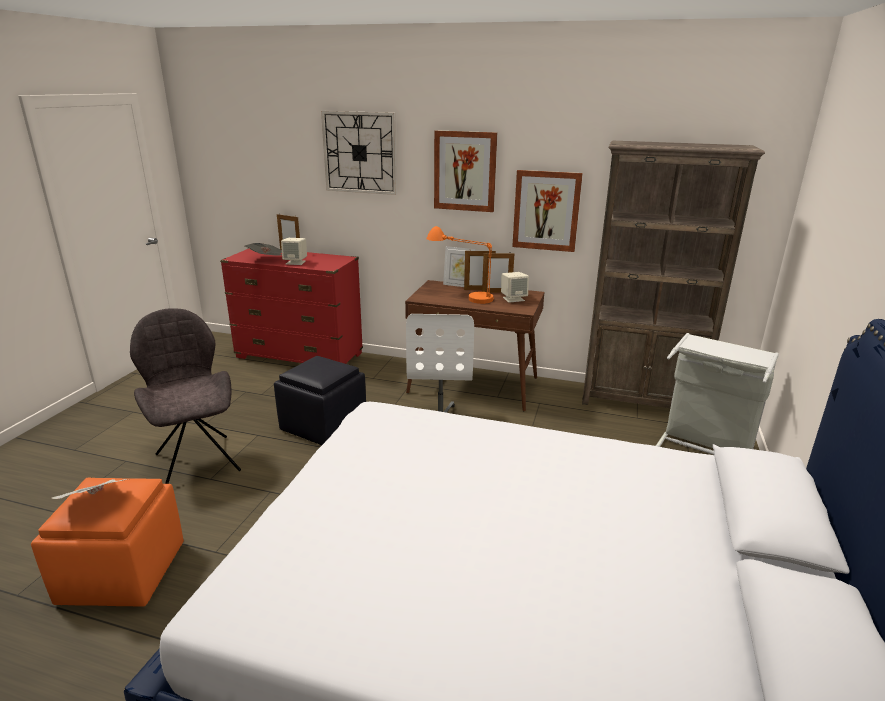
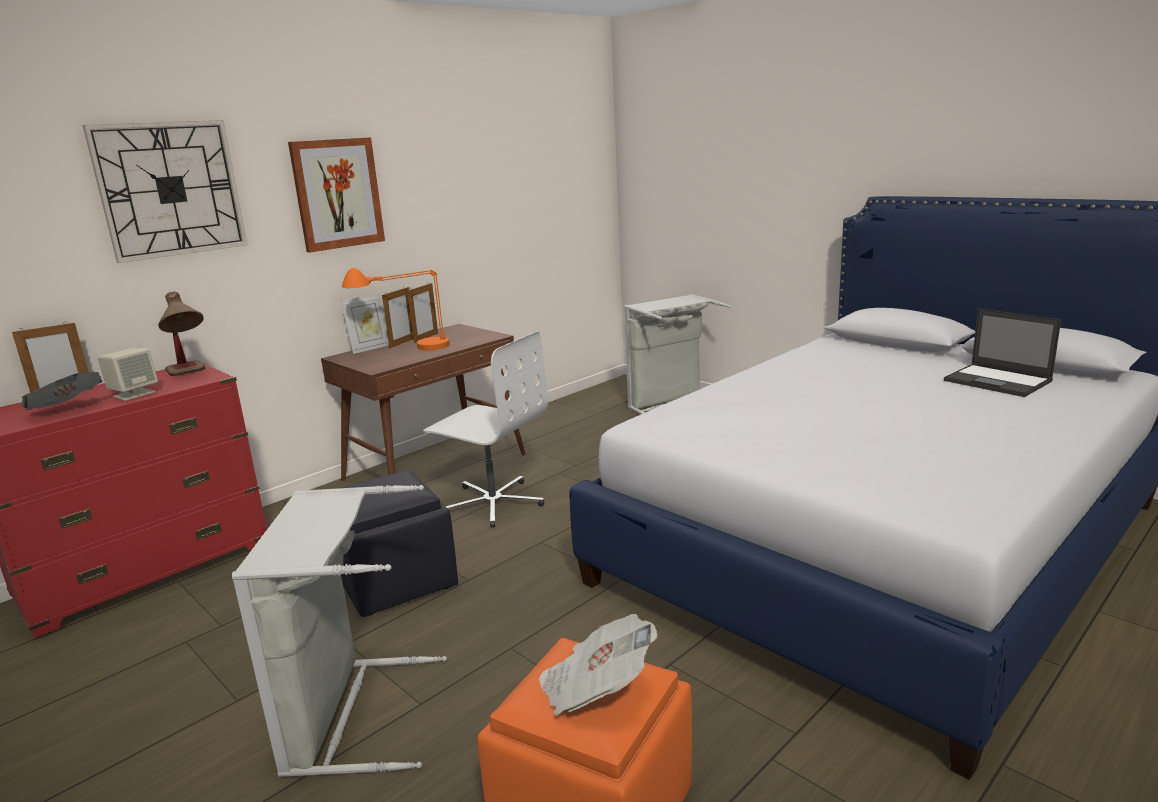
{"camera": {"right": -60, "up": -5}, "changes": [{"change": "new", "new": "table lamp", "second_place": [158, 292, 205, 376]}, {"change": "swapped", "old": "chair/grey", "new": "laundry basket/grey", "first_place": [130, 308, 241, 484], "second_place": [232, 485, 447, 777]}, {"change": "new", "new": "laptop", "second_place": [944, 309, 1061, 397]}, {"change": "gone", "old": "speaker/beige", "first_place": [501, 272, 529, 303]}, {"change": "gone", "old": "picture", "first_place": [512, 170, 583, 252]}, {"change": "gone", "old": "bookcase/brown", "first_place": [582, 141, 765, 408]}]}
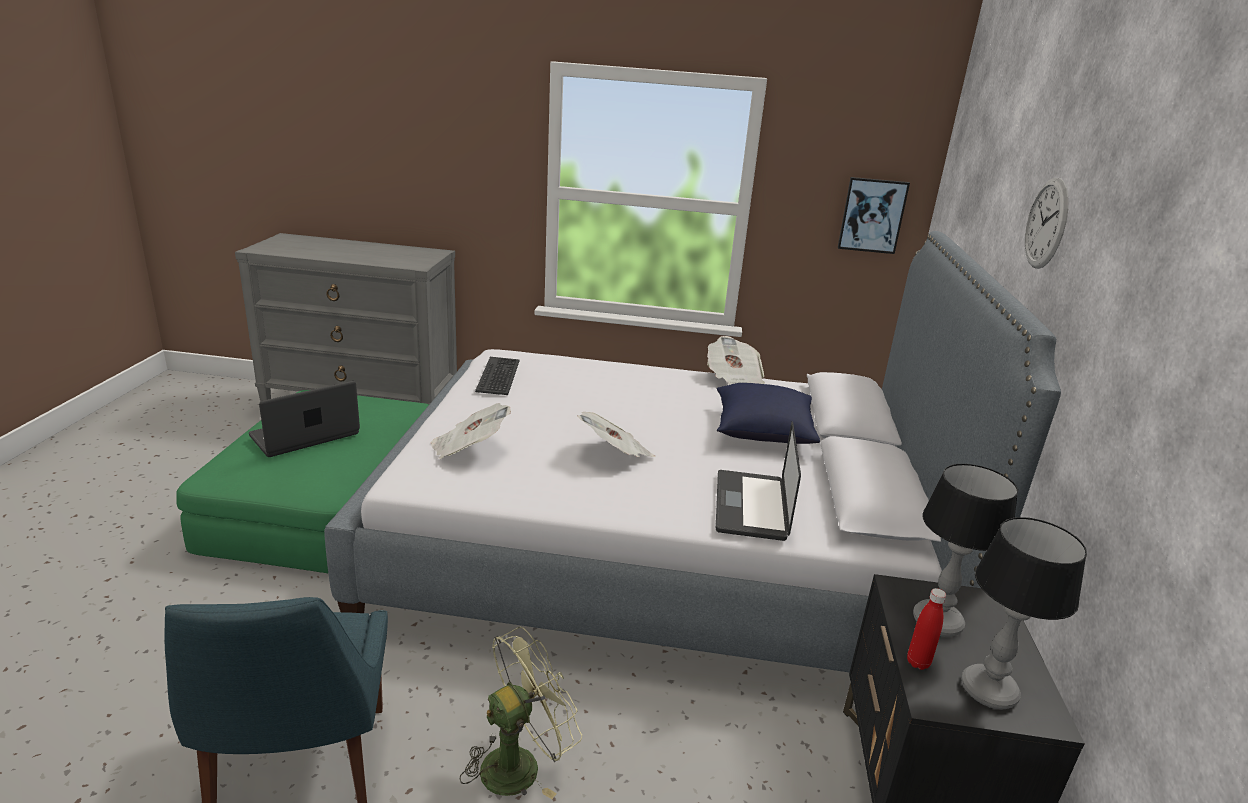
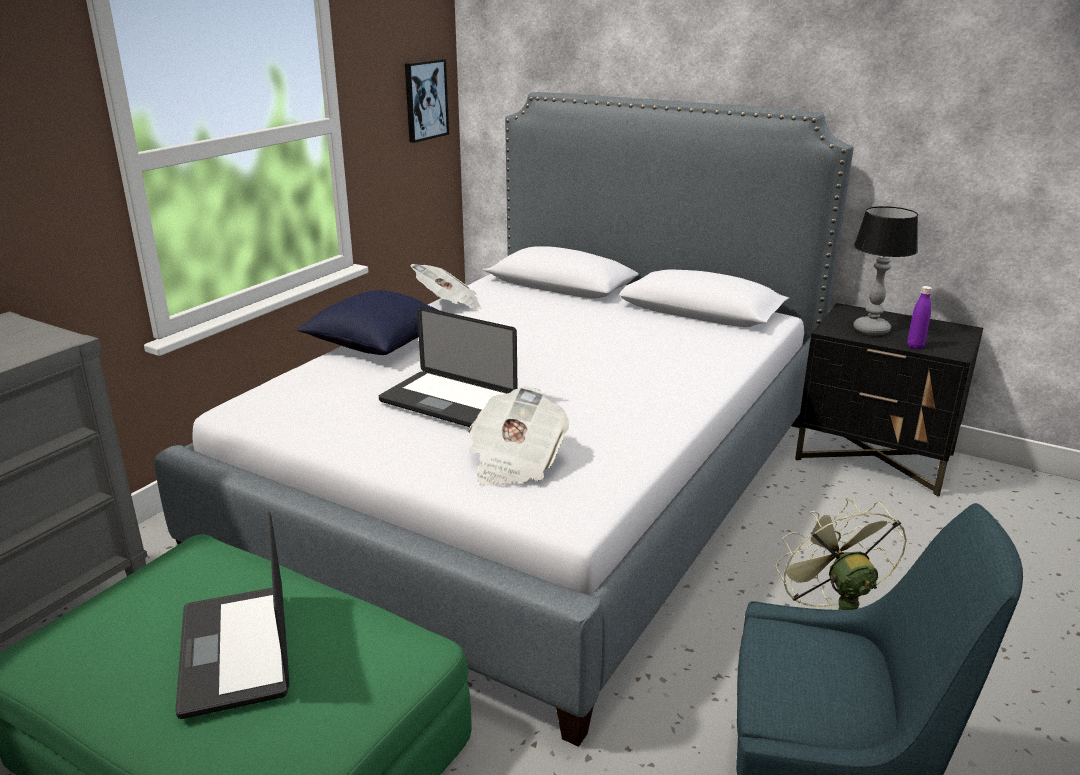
{"camera": {"right": -65, "up": 0}, "changes": [{"change": "shifted", "old": "pillow/blue", "first_place": [717, 383, 820, 444], "second_place": [297, 290, 443, 355]}, {"change": "shifted", "old": "laptop", "first_place": [716, 421, 801, 541], "second_place": [379, 307, 518, 427]}, {"change": "repainted", "old": "bottle/red", "new": "bottle/purple", "first_place": [907, 588, 946, 670], "second_place": [907, 286, 932, 349]}, {"change": "gone", "old": "keyboard", "first_place": [475, 357, 520, 395]}, {"change": "gone", "old": "newspaper", "first_place": [577, 412, 656, 457]}, {"change": "gone", "old": "table lamp", "first_place": [961, 517, 1087, 709]}, {"change": "gone", "old": "wall clock", "first_place": [1025, 178, 1069, 269]}]}
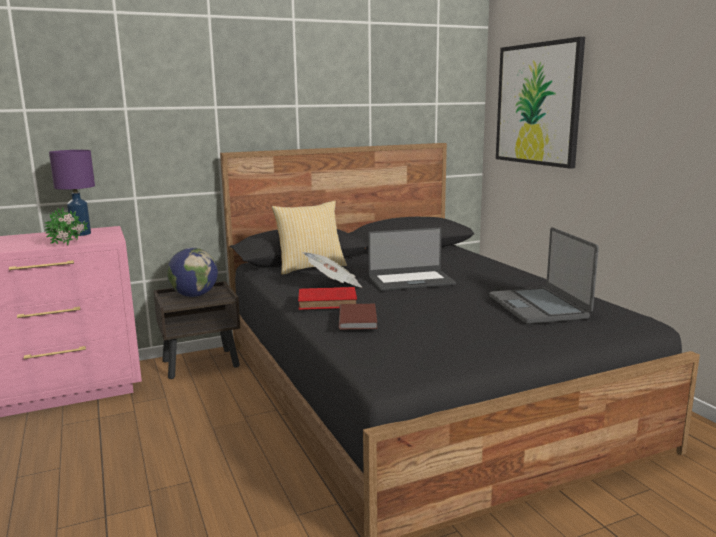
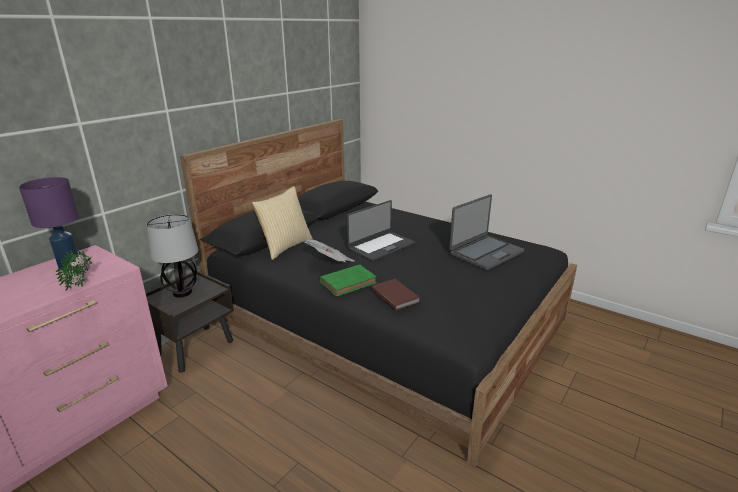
{"camera": {"right": -30, "up": 10}, "changes": [{"change": "swapped", "old": "globe", "new": "table lamp", "first_place": [167, 248, 218, 297], "second_place": [146, 214, 198, 297]}, {"change": "repainted", "old": "book/red", "new": "book/green", "first_place": [298, 287, 357, 310], "second_place": [320, 265, 377, 297]}, {"change": "rotated", "old": "laptop", "first_place": [489, 227, 599, 324], "second_place": [449, 194, 524, 270], "degrees": -90}, {"change": "gone", "old": "picture", "first_place": [496, 37, 585, 169]}]}
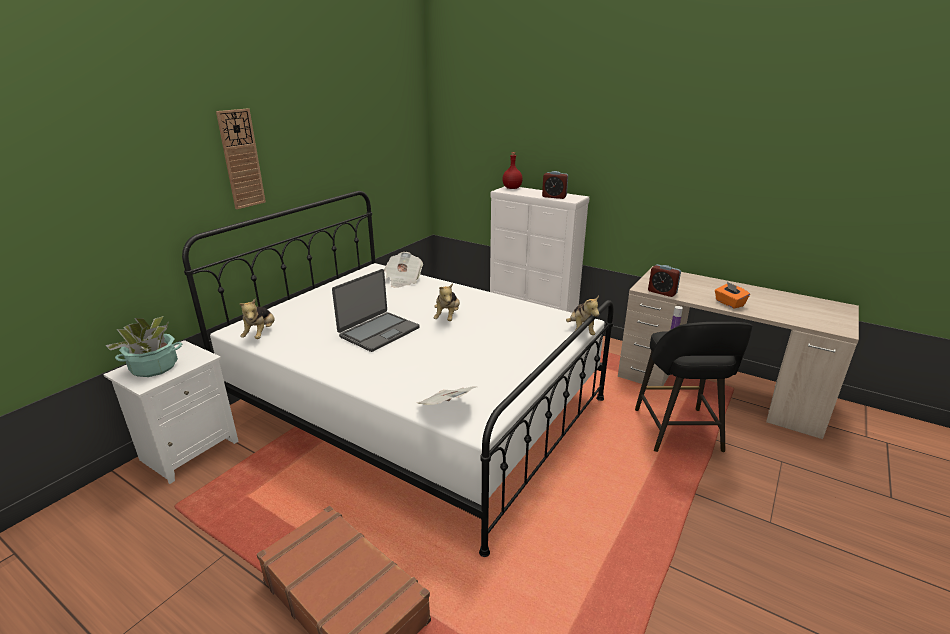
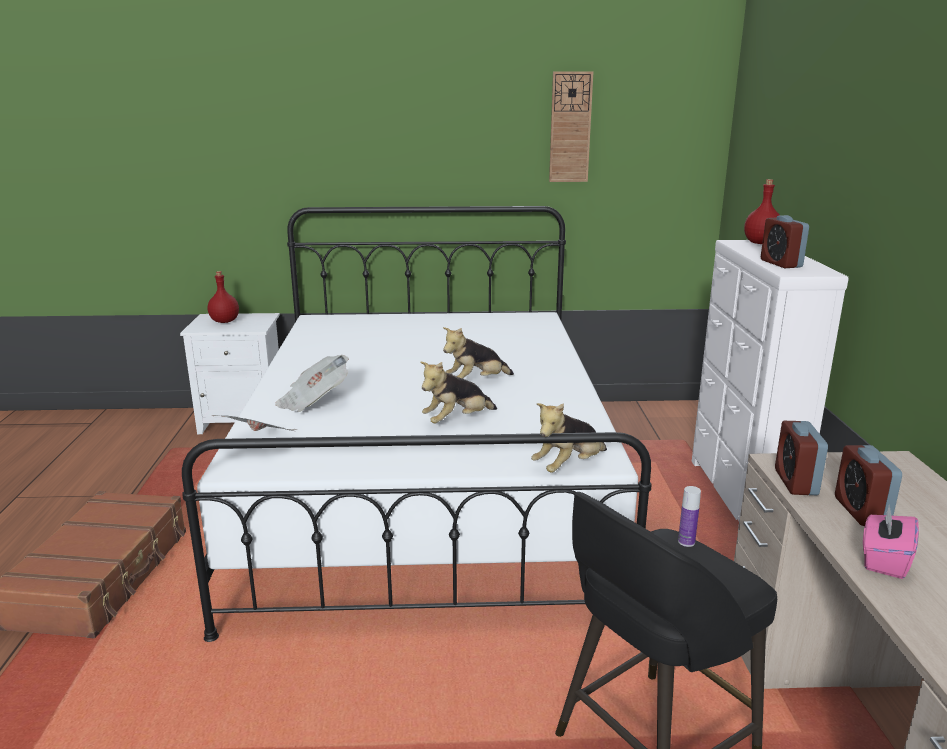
{"camera": {"right": 55, "up": -5}, "changes": [{"change": "swapped", "old": "potted plant", "new": "bottle/red", "first_place": [105, 316, 182, 377], "second_place": [207, 271, 239, 323]}, {"change": "shifted", "old": "newspaper", "first_place": [384, 252, 423, 288], "second_place": [275, 355, 349, 412]}, {"change": "shifted", "old": "plush toy", "first_place": [240, 299, 275, 339], "second_place": [420, 362, 497, 424]}, {"change": "shifted", "old": "wall clock", "first_place": [216, 108, 266, 209], "second_place": [549, 71, 593, 182]}, {"change": "new", "new": "alarm clock", "second_place": [835, 445, 902, 526]}, {"change": "repainted", "old": "tissue box/orange", "new": "tissue box/pink", "first_place": [715, 282, 750, 309], "second_place": [863, 505, 919, 579]}, {"change": "gone", "old": "laptop", "first_place": [332, 269, 420, 352]}]}
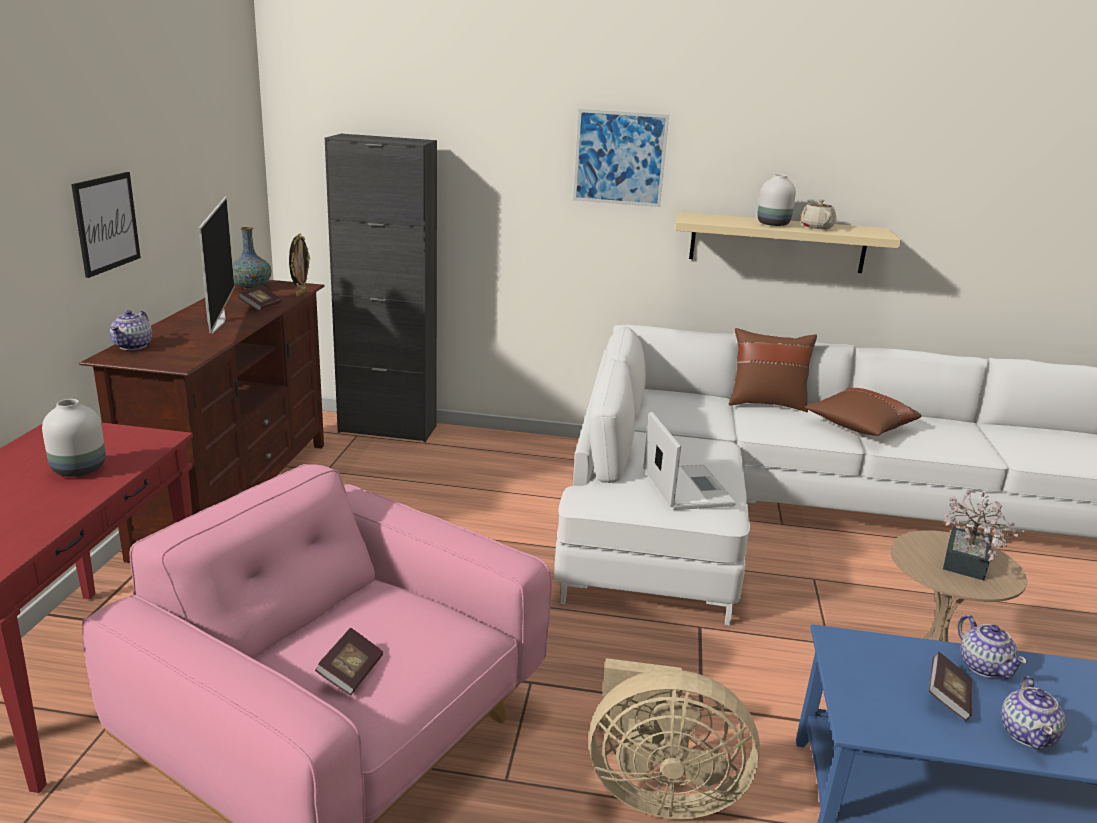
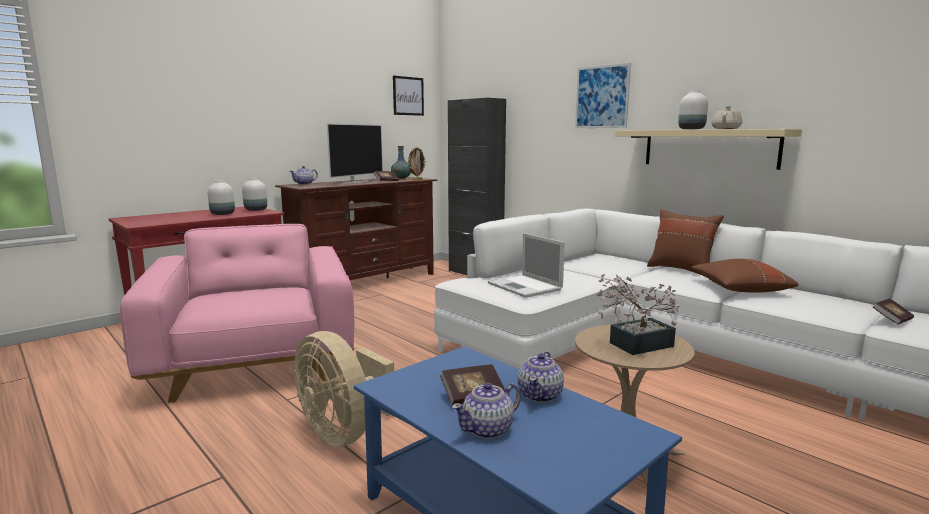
{"camera": {"right": 40, "up": -10}, "changes": [{"change": "new", "new": "vase/white", "second_place": [242, 178, 267, 211]}, {"change": "shifted", "old": "picture", "first_place": [71, 172, 141, 278], "second_place": [393, 76, 424, 116]}, {"change": "rotated", "old": "laptop", "first_place": [643, 412, 736, 510], "second_place": [488, 233, 565, 298], "degrees": 120}, {"change": "shifted", "old": "book", "first_place": [315, 628, 383, 695], "second_place": [873, 299, 914, 324]}]}
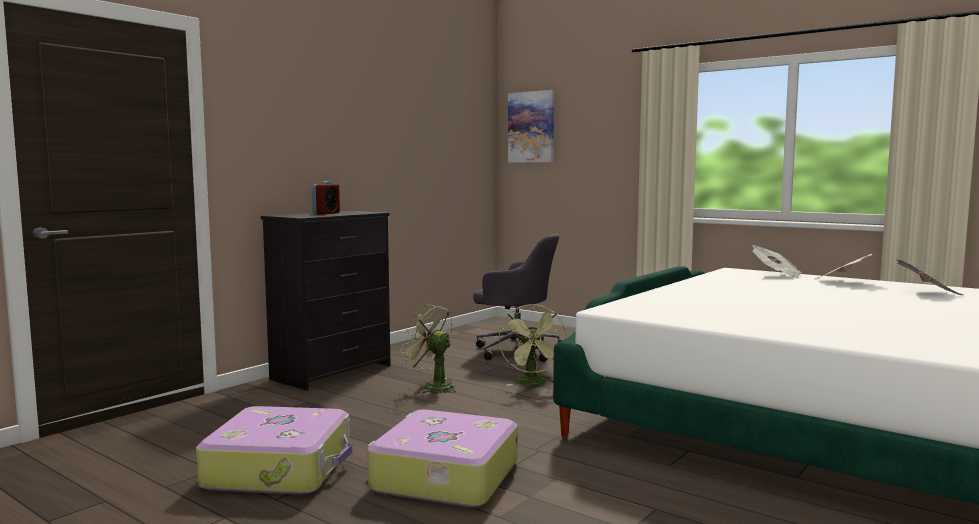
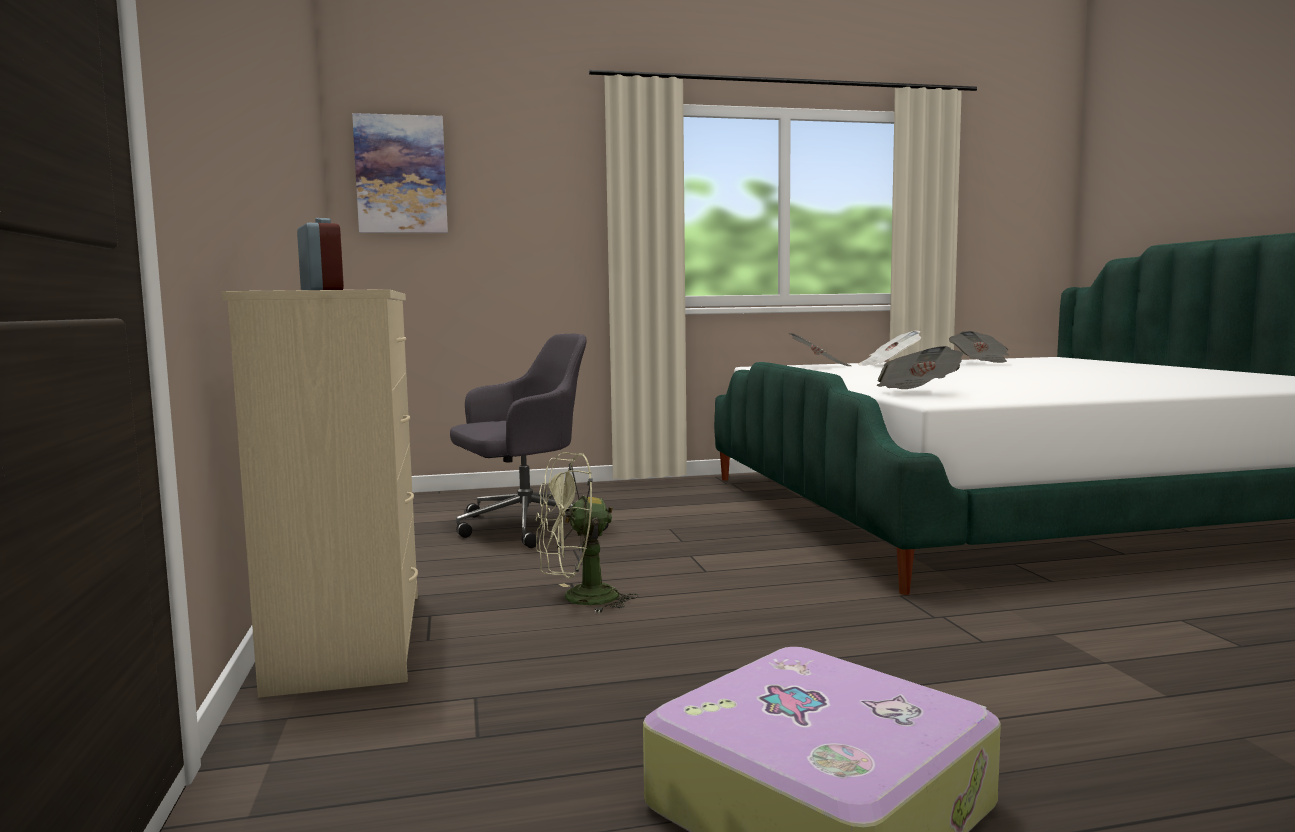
{"camera": {"right": -50, "up": 0}, "changes": [{"change": "repainted", "old": "dresser/black", "new": "dresser/beige", "first_place": [261, 211, 391, 391], "second_place": [222, 289, 418, 698]}, {"change": "new", "new": "newspaper", "second_place": [877, 346, 963, 389]}, {"change": "gone", "old": "suitcase", "first_place": [367, 409, 518, 508]}, {"change": "gone", "old": "fan/green", "first_place": [498, 304, 566, 386]}]}
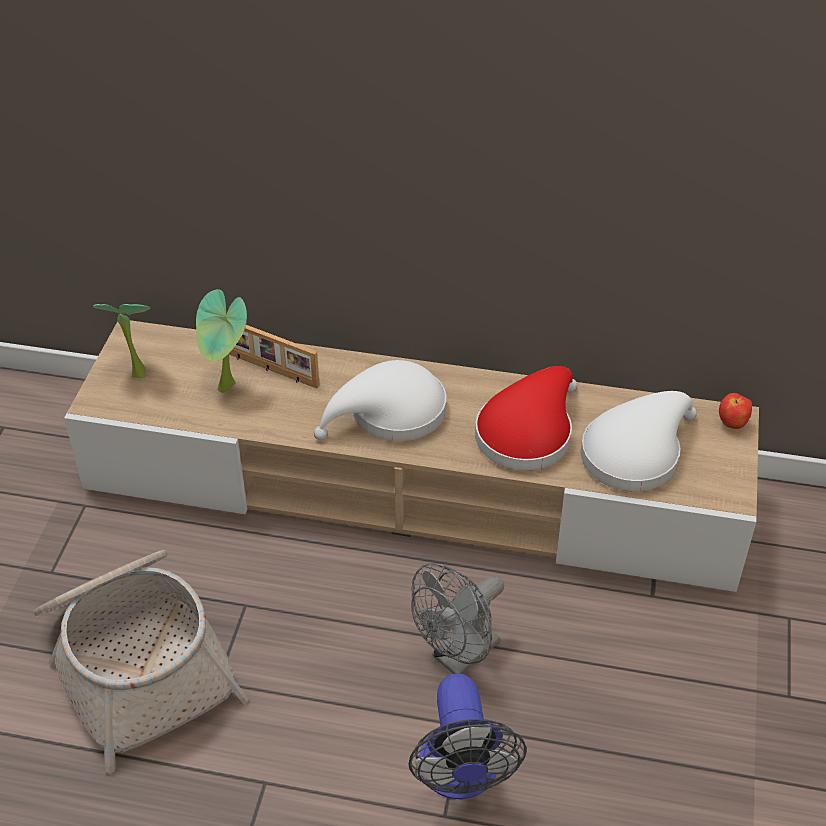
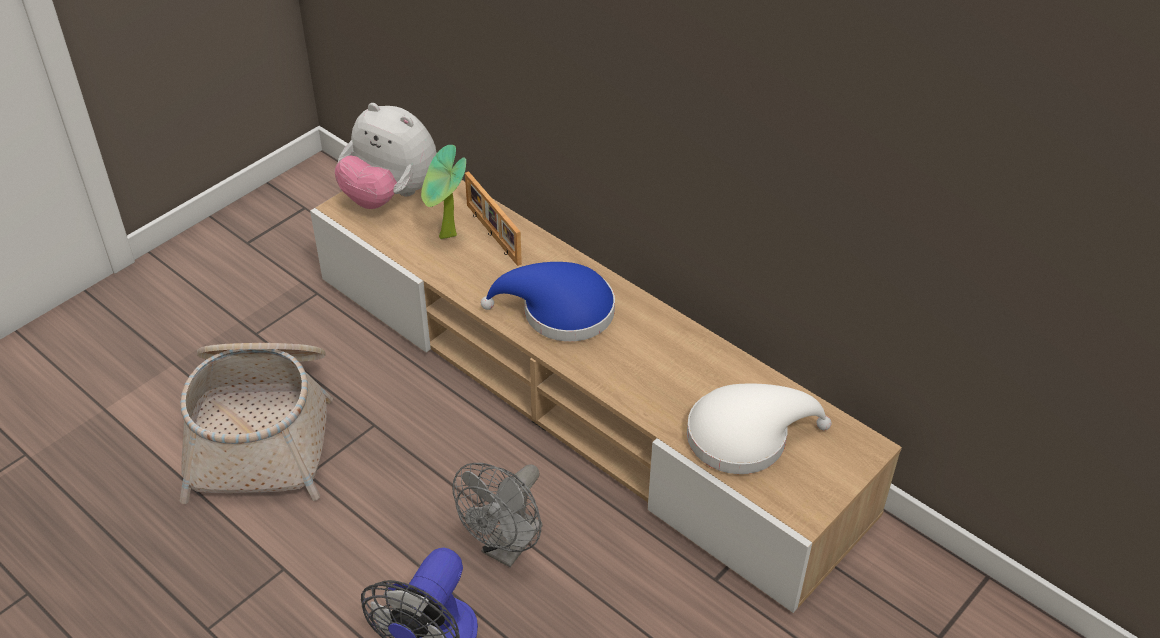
{"camera": {"right": 30, "up": 0}, "changes": [{"change": "swapped", "old": "potted plant", "new": "plush toy", "first_place": [93, 304, 150, 378], "second_place": [335, 103, 437, 209]}, {"change": "rotated", "old": "fan/grey", "first_place": [411, 563, 504, 674], "second_place": [452, 463, 542, 567], "degrees": -45}, {"change": "repainted", "old": "hat/white", "new": "hat/blue", "first_place": [314, 360, 446, 441], "second_place": [481, 262, 615, 342]}, {"change": "gone", "old": "hat/red", "first_place": [475, 366, 577, 471]}, {"change": "gone", "old": "apple", "first_place": [719, 393, 752, 429]}]}
